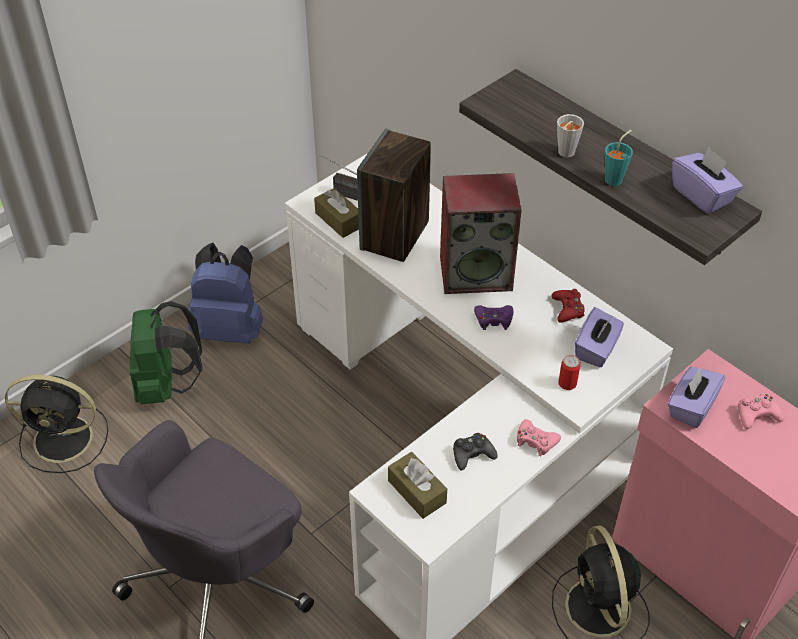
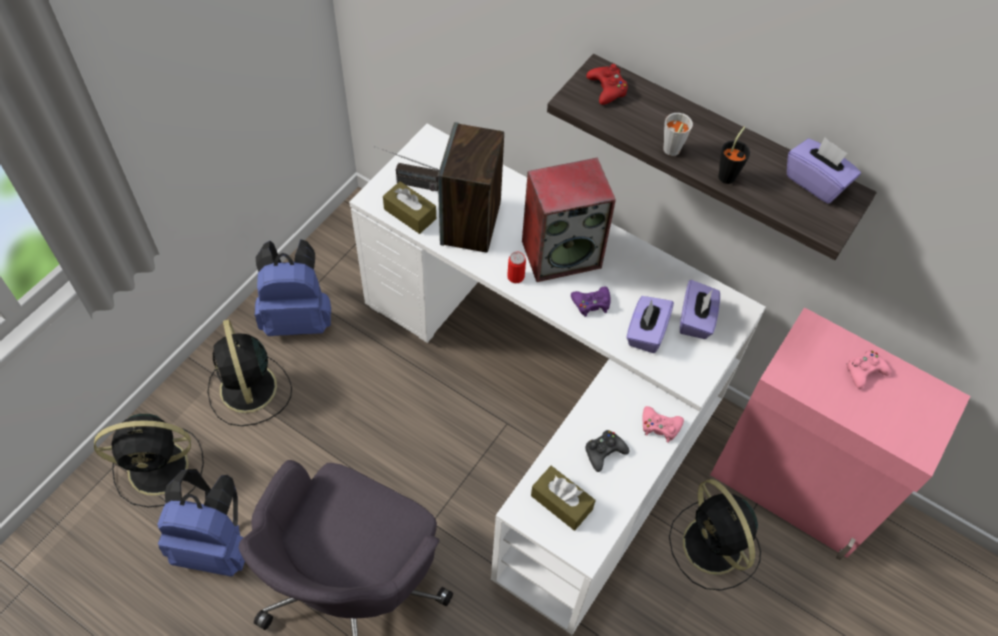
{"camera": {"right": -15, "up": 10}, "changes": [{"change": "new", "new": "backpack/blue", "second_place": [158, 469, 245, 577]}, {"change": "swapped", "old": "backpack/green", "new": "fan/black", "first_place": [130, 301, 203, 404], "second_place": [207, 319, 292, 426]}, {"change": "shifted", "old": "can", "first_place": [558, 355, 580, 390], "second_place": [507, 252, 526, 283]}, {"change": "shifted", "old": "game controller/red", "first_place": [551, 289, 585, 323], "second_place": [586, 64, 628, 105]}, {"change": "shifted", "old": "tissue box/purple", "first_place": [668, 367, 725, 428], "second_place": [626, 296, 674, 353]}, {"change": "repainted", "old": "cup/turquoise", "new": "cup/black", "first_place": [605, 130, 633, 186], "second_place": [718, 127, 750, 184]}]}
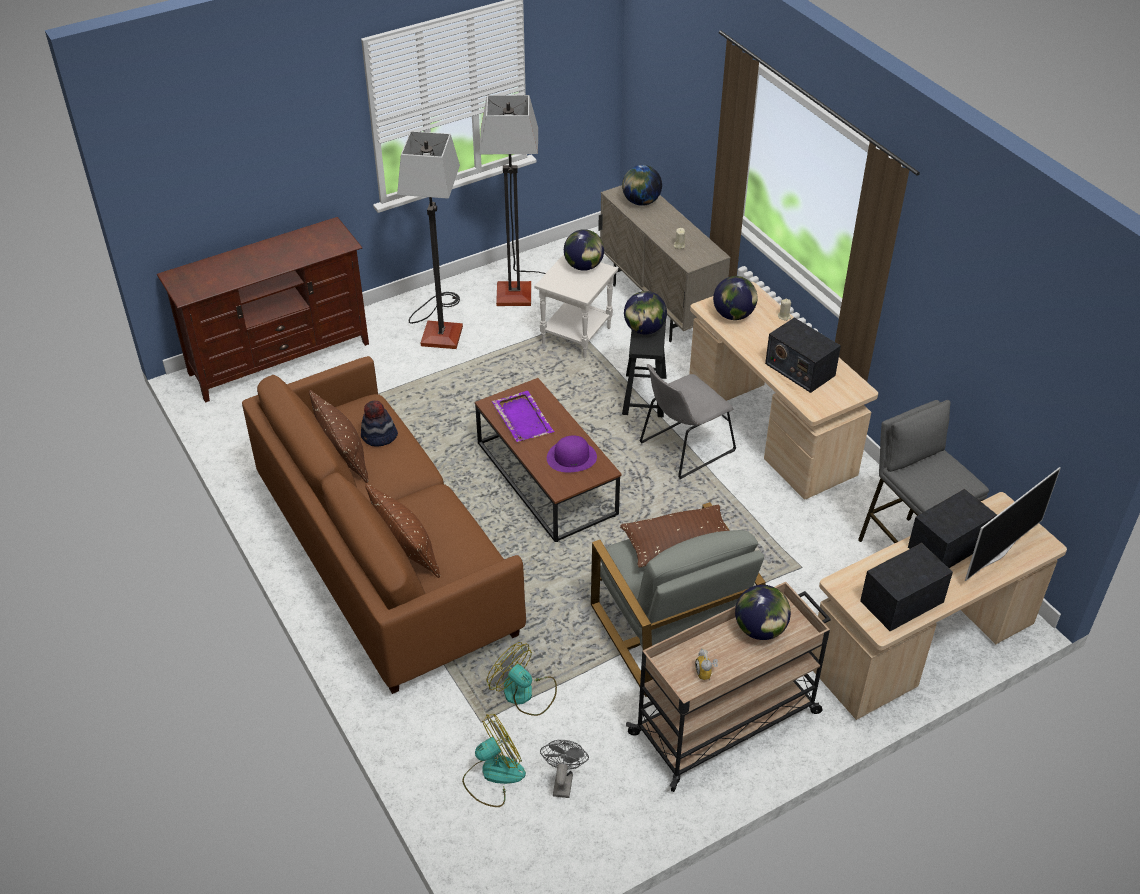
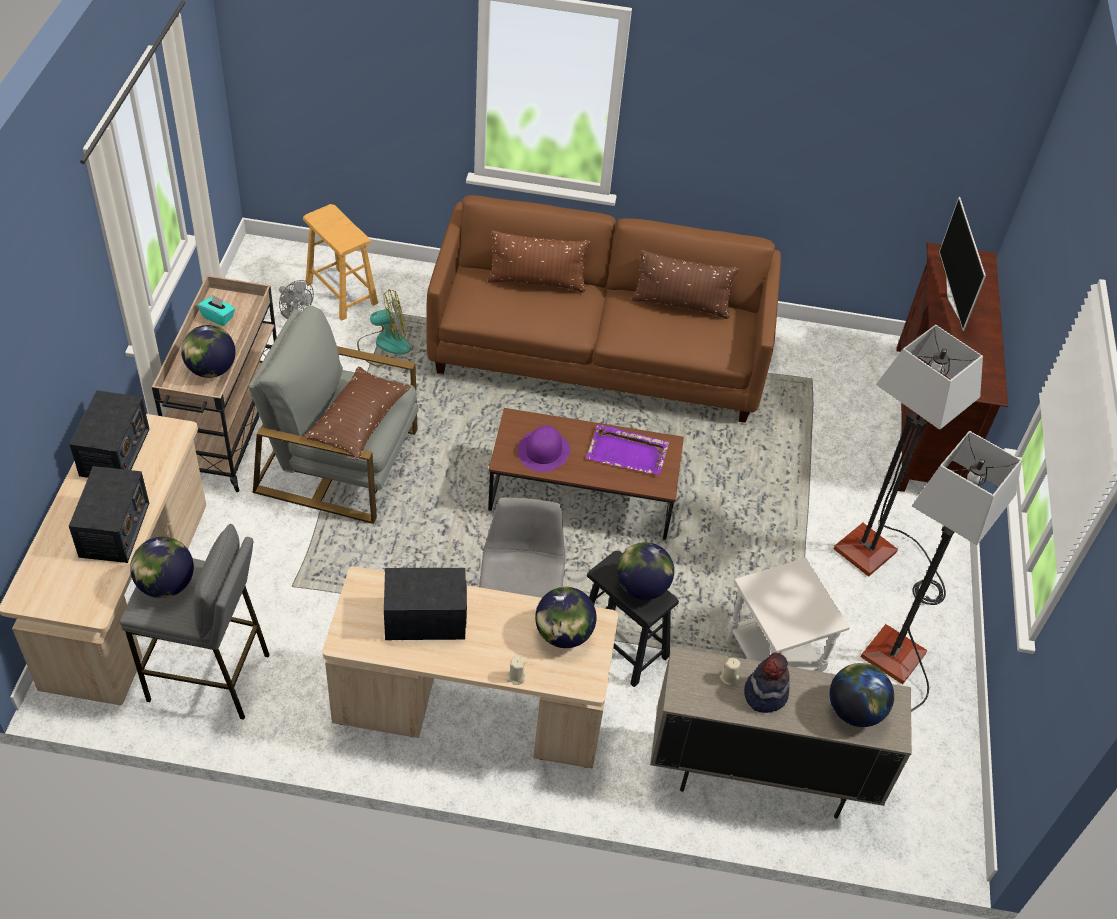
{"camera": {"right": 125, "up": 5}, "changes": [{"change": "shifted", "old": "globe", "first_place": [564, 229, 604, 271], "second_place": [130, 537, 194, 598]}, {"change": "swapped", "old": "alarm clock", "new": "tissue box/turquoise", "first_place": [695, 648, 718, 680], "second_place": [198, 294, 235, 326]}, {"change": "swapped", "old": "fan", "new": "stool/brown", "first_place": [462, 714, 526, 807], "second_place": [303, 204, 378, 321]}, {"change": "shifted", "old": "hat", "first_place": [361, 401, 398, 446], "second_place": [744, 653, 790, 713]}, {"change": "shifted", "old": "television", "first_place": [965, 467, 1061, 581], "second_place": [939, 197, 986, 331]}]}
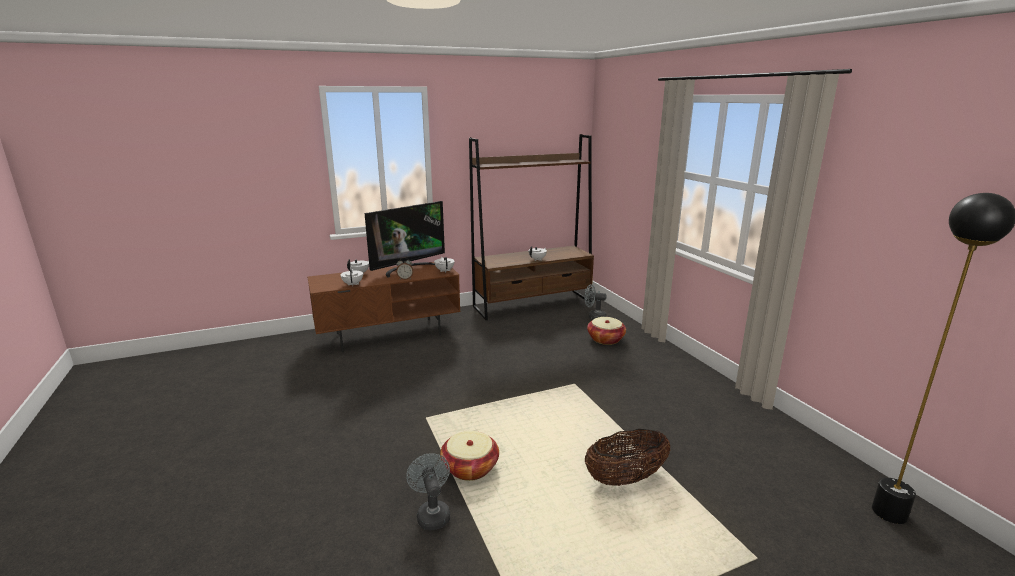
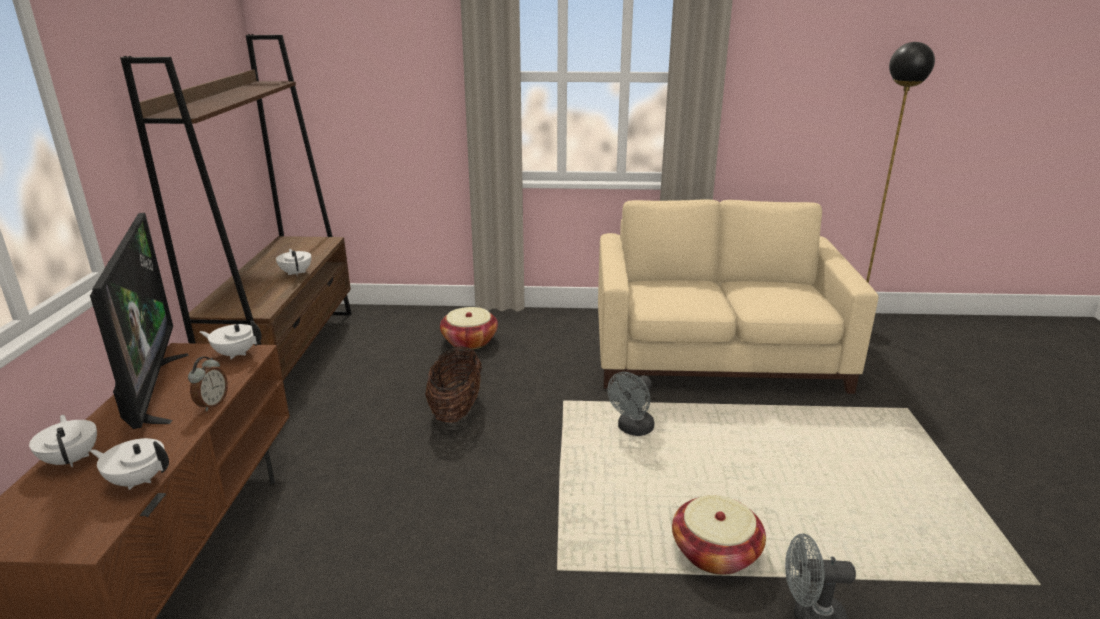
{"camera": {"right": -65, "up": 5}, "changes": [{"change": "shifted", "old": "basket", "first_place": [585, 429, 670, 486], "second_place": [425, 347, 482, 423]}, {"change": "new", "new": "sofa/beige", "second_place": [598, 200, 879, 394]}, {"change": "shifted", "old": "fan/grey", "first_place": [584, 284, 607, 319], "second_place": [607, 372, 654, 436]}]}
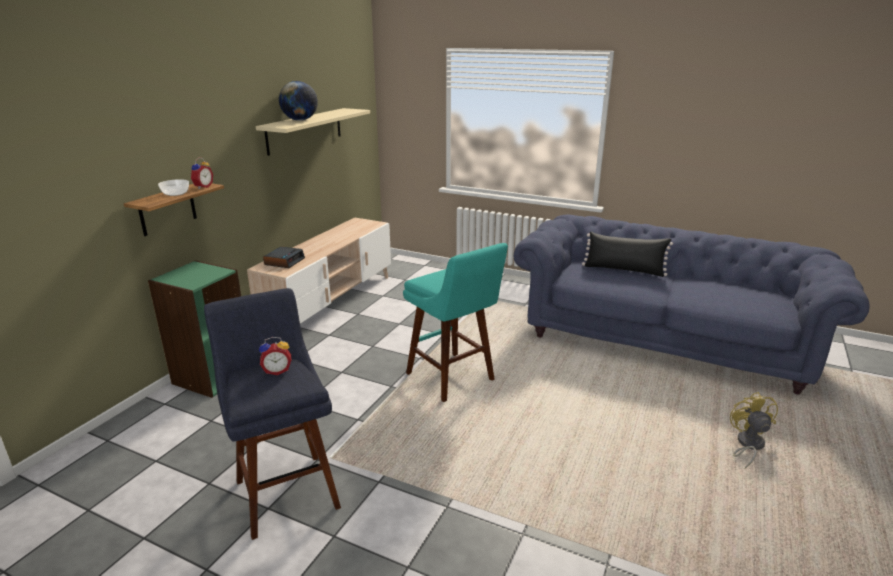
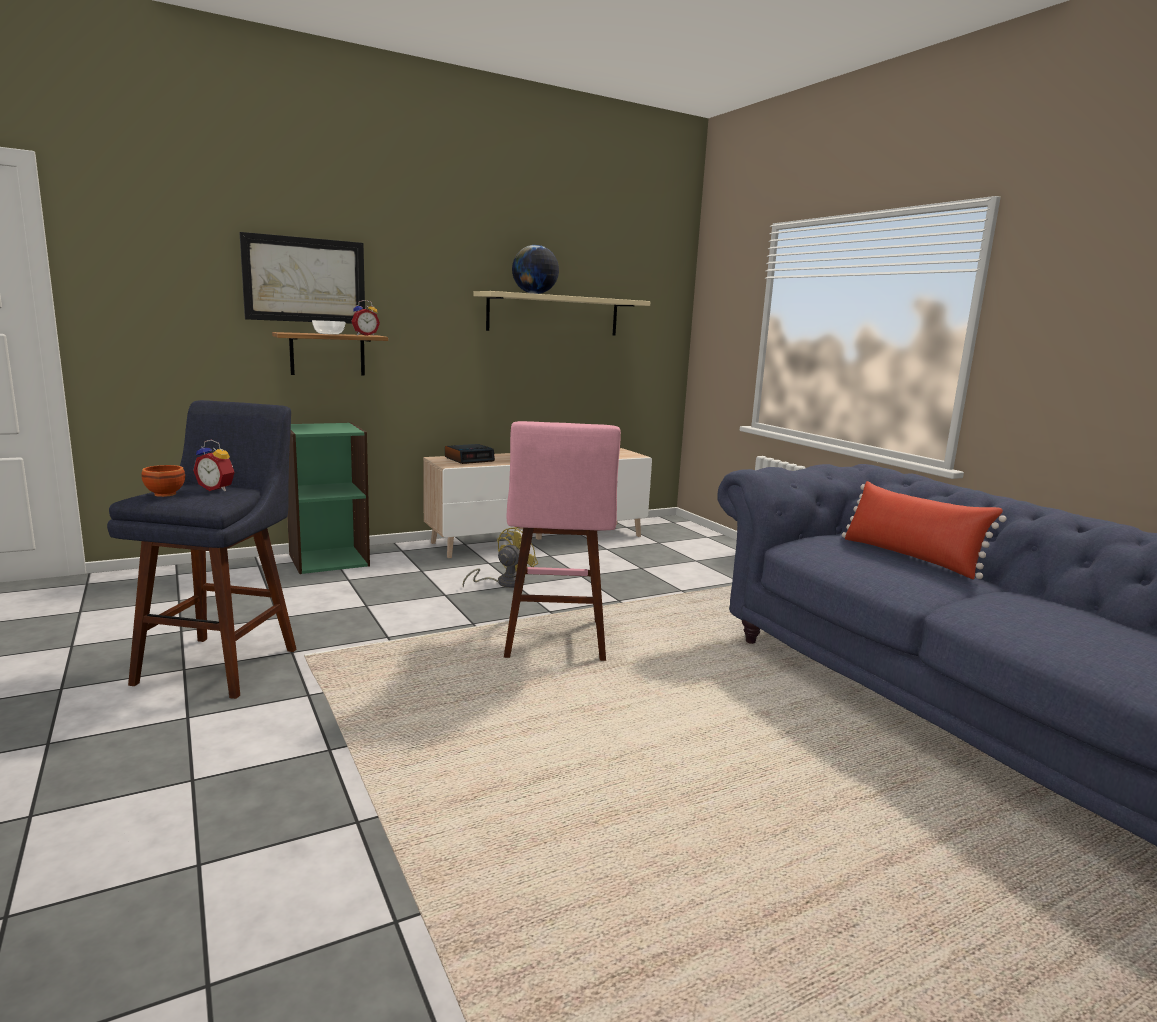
{"camera": {"right": 35, "up": -10}, "changes": [{"change": "new", "new": "bowl/brown", "second_place": [142, 465, 185, 497]}, {"change": "new", "new": "picture", "second_place": [239, 232, 365, 324]}, {"change": "shifted", "old": "fan/yellow", "first_place": [730, 392, 778, 469], "second_place": [463, 527, 538, 588]}, {"change": "repainted", "old": "stool/turquoise", "new": "stool/pink", "first_place": [403, 243, 508, 402], "second_place": [504, 421, 621, 661]}, {"change": "repainted", "old": "pillow/black", "new": "pillow/red", "first_place": [582, 232, 673, 277], "second_place": [842, 481, 1007, 579]}]}
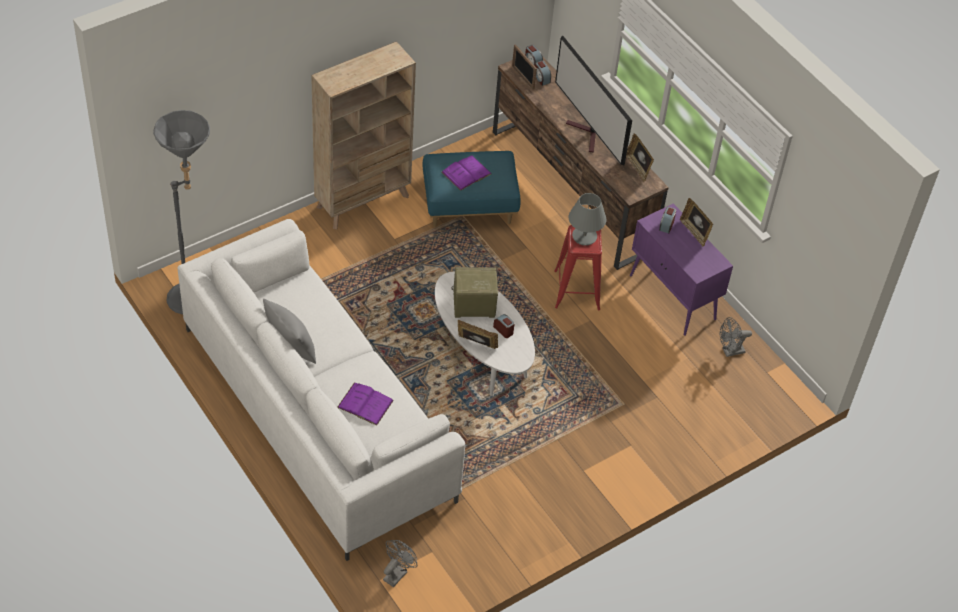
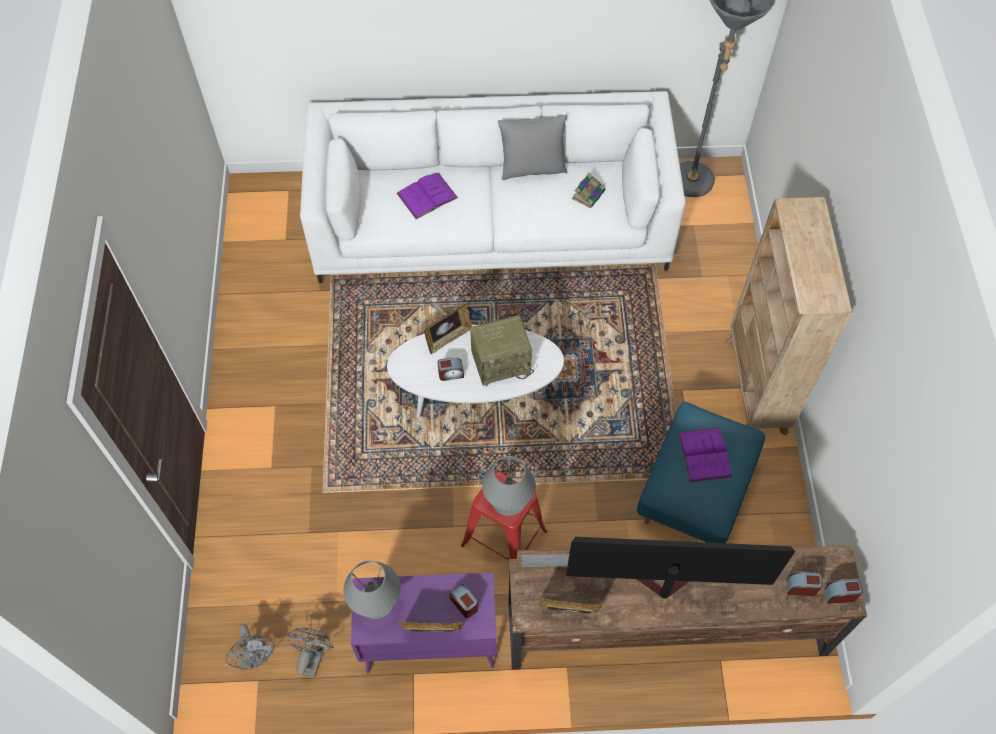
{"camera": {"right": 125, "up": 10}, "changes": [{"change": "shifted", "old": "fan/grey", "first_place": [383, 540, 418, 587], "second_place": [225, 624, 275, 670]}, {"change": "new", "new": "table lamp/grey", "second_place": [343, 560, 401, 619]}, {"change": "rotated", "old": "radio", "first_place": [451, 267, 498, 318], "second_place": [470, 315, 534, 386], "degrees": 45}, {"change": "shifted", "old": "picture frame", "first_place": [512, 44, 537, 90], "second_place": [516, 549, 570, 568]}, {"change": "new", "new": "book", "second_place": [572, 173, 605, 208]}]}
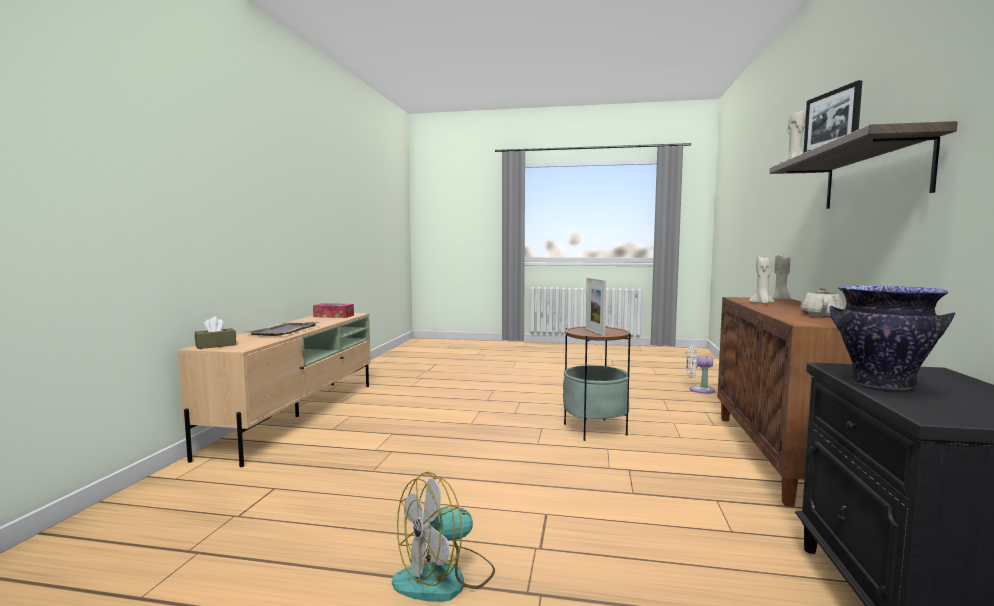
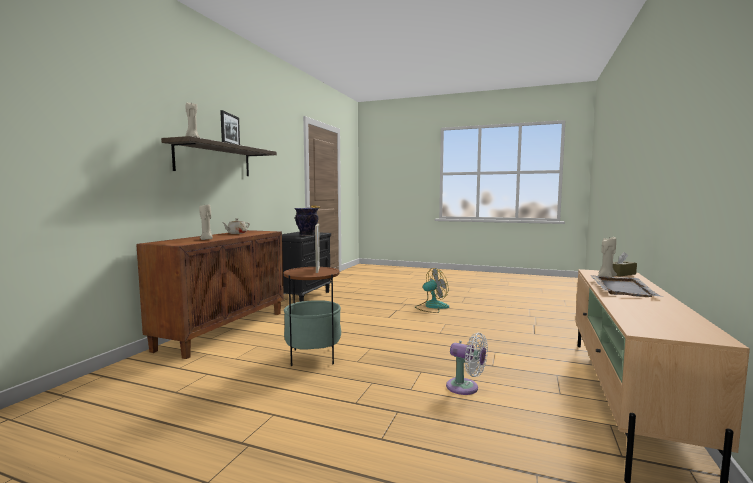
{"camera": {"right": -170, "up": 0}, "changes": [{"change": "shifted", "old": "fan/white", "first_place": [686, 346, 715, 394], "second_place": [446, 333, 488, 395]}, {"change": "shifted", "old": "candle/beige", "first_place": [770, 255, 790, 300], "second_place": [598, 237, 617, 277]}, {"change": "gone", "old": "tissue box", "first_place": [313, 303, 354, 318]}]}
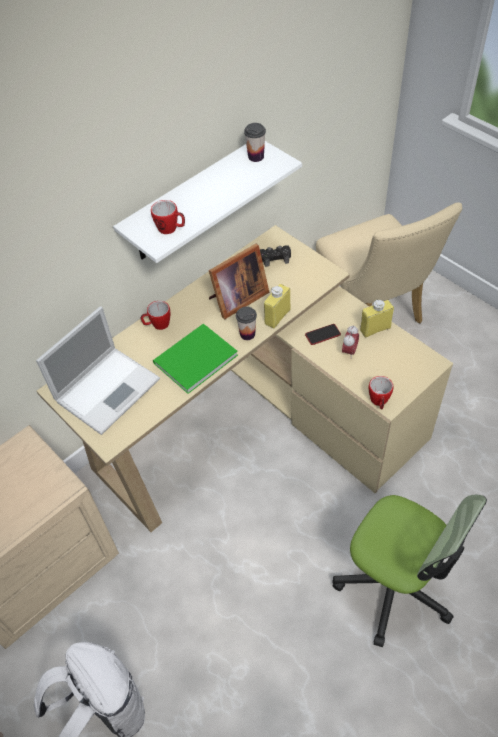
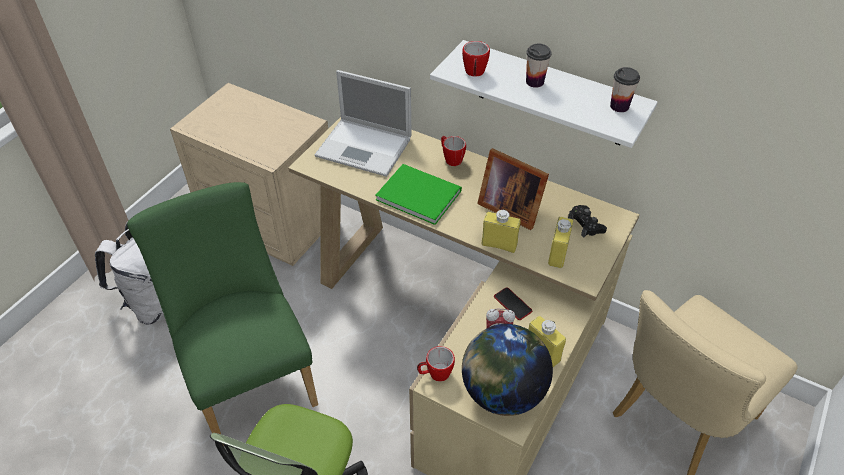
{"camera": {"right": 70, "up": -5}, "changes": [{"change": "new", "new": "chair/green", "second_place": [127, 182, 318, 446]}, {"change": "new", "new": "globe", "second_place": [462, 324, 553, 416]}, {"change": "shifted", "old": "cup", "first_place": [236, 306, 257, 340], "second_place": [526, 44, 551, 88]}, {"change": "new", "new": "bottle/yellow", "second_place": [548, 217, 573, 268]}]}
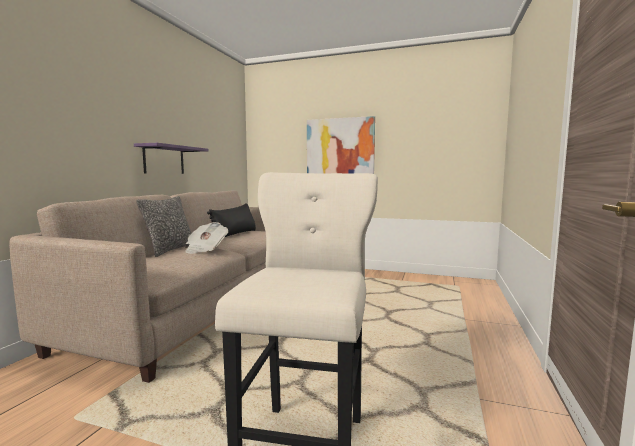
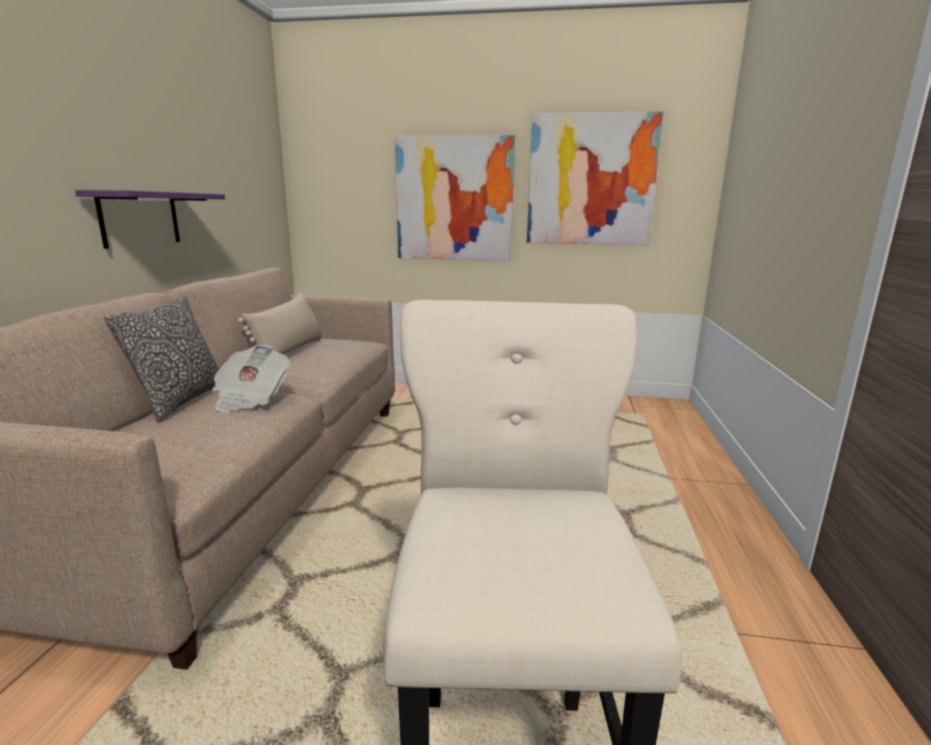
{"camera": {"right": -10, "up": 10}, "changes": [{"change": "repainted", "old": "pillow/black", "new": "pillow/beige", "first_place": [207, 203, 256, 237], "second_place": [238, 293, 321, 355]}, {"change": "new", "new": "picture", "second_place": [527, 111, 664, 245]}]}
